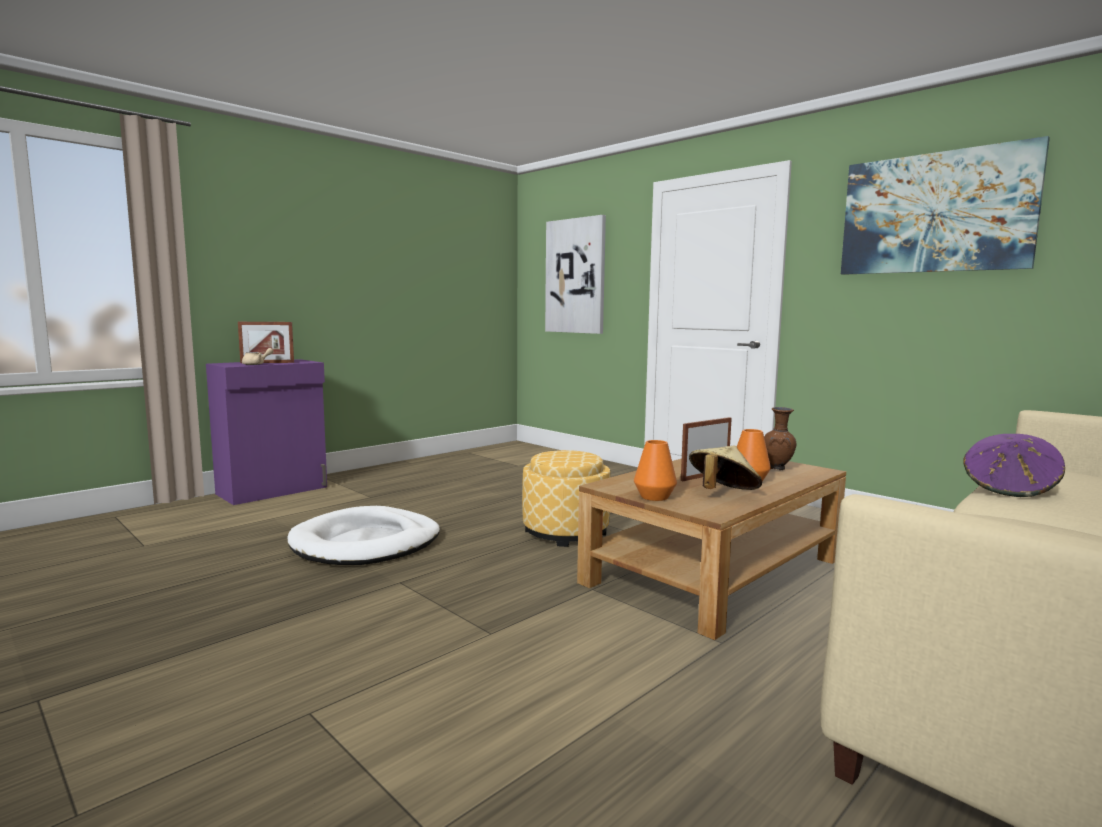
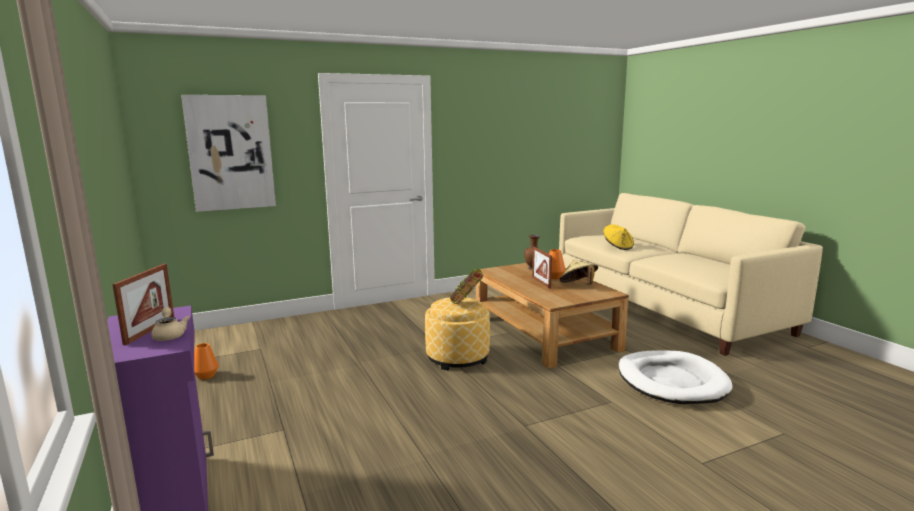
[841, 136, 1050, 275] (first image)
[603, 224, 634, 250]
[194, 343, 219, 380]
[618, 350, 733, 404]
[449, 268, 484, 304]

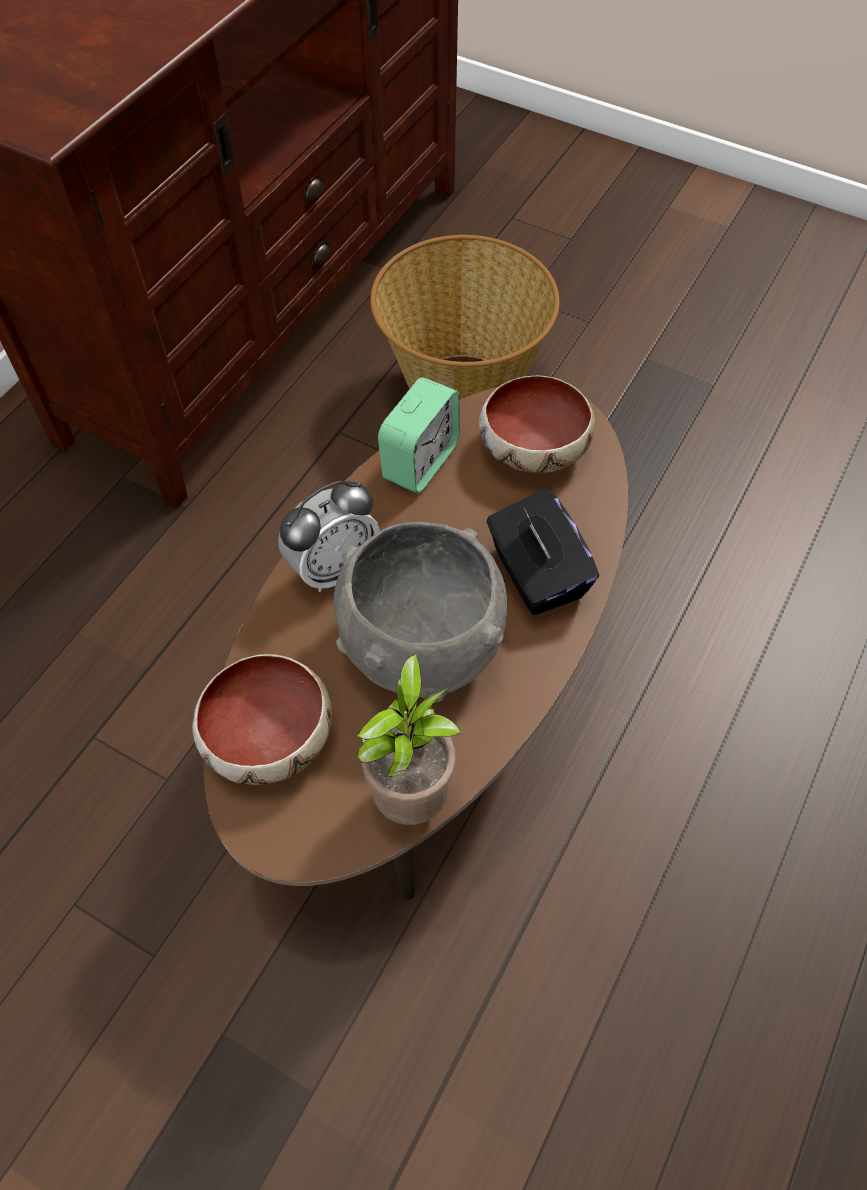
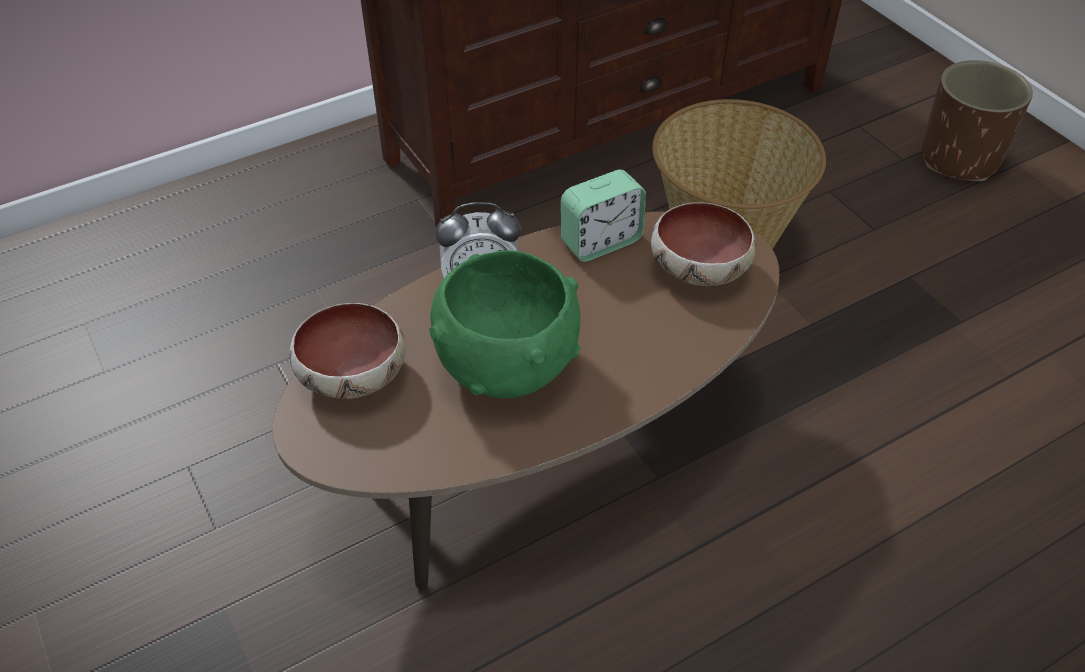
[486, 488, 599, 615] (first image)
[429, 250, 581, 398]
[356, 654, 462, 825] (first image)
[921, 60, 1033, 181]

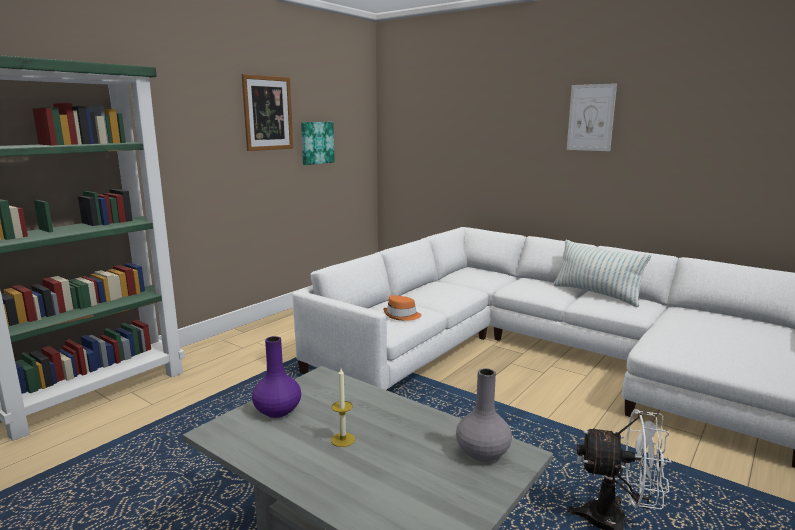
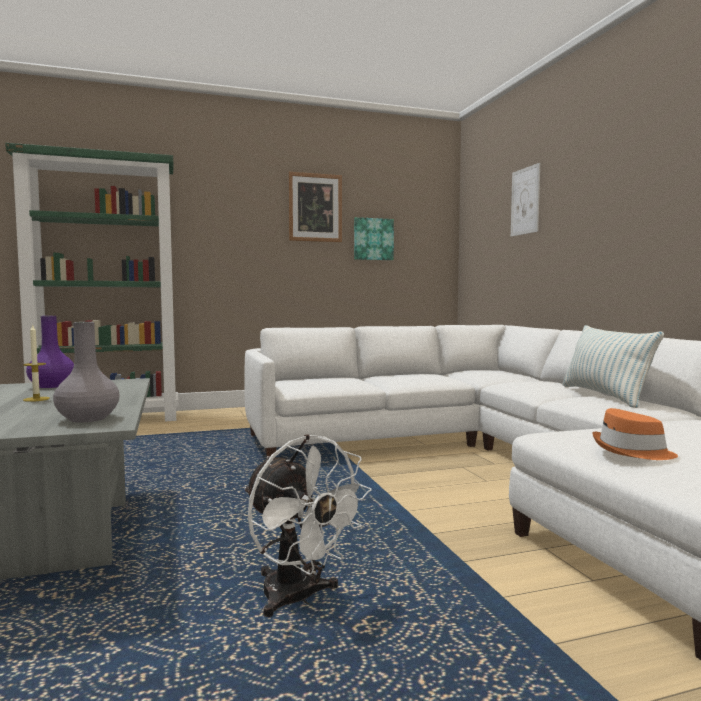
[511, 163, 540, 237]
[593, 408, 678, 460]

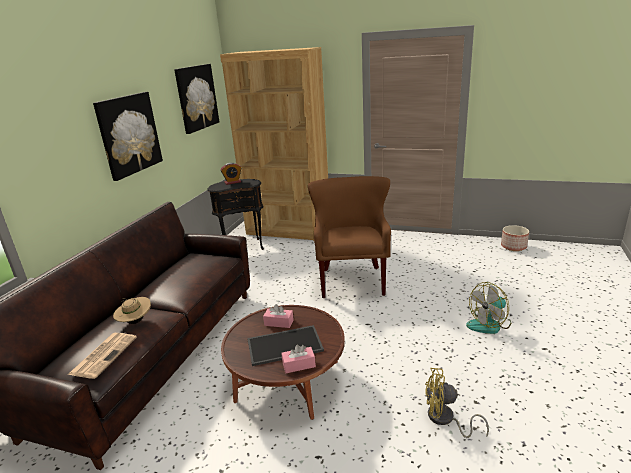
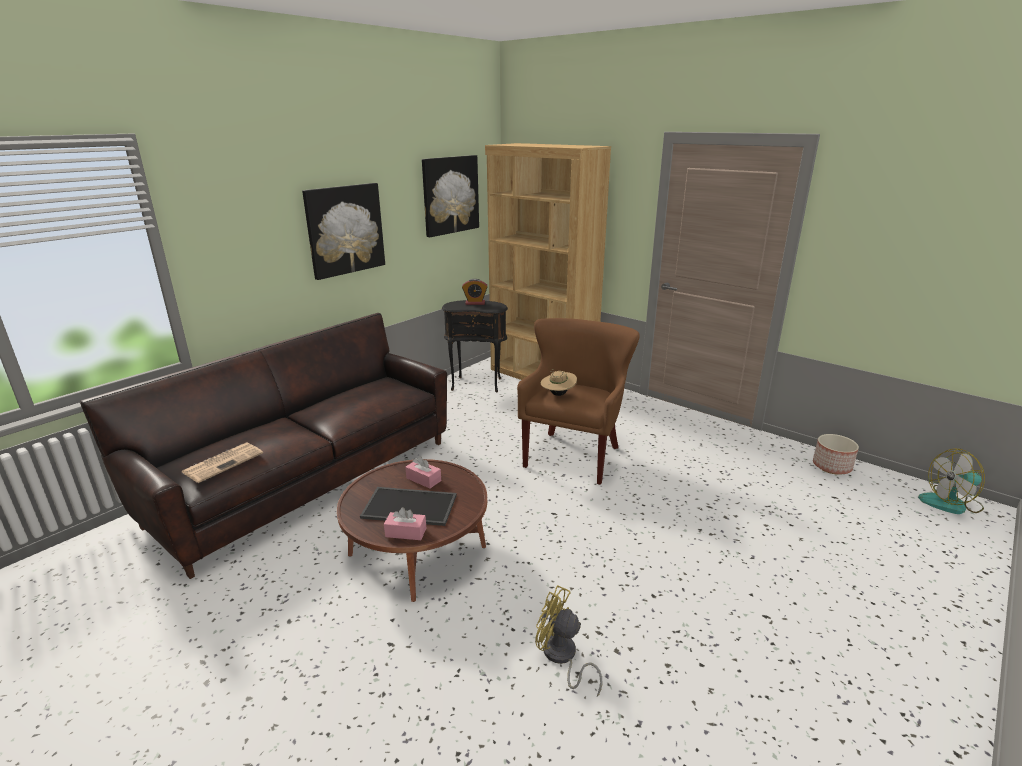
[918, 449, 985, 514]
[541, 369, 577, 396]

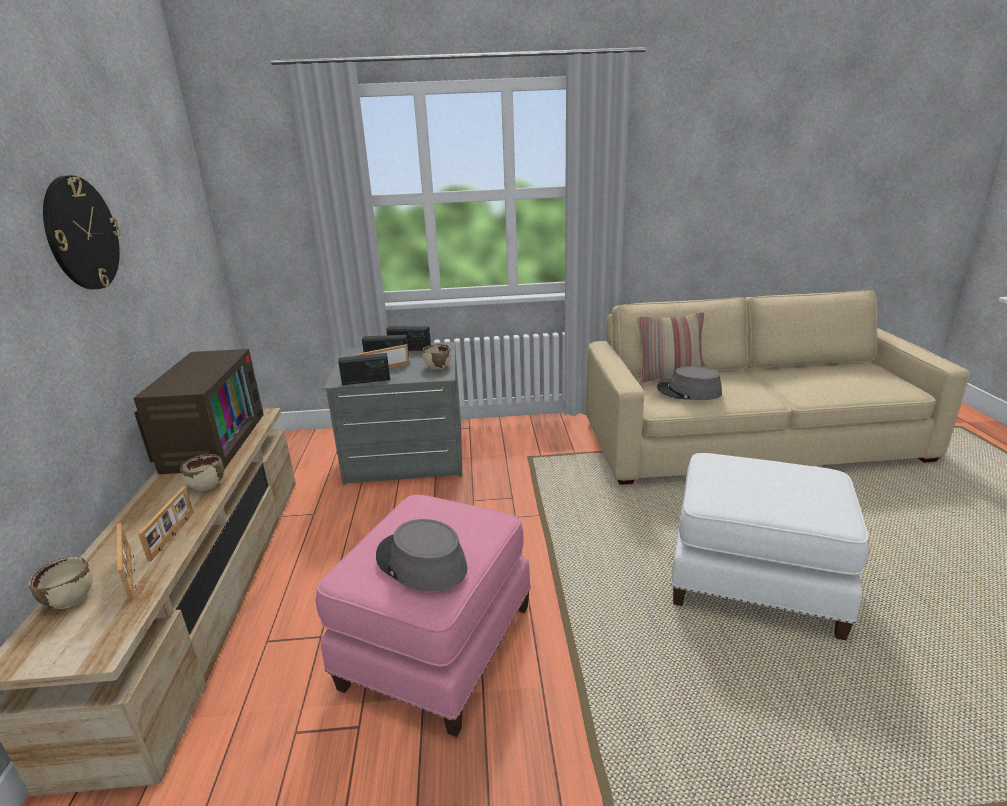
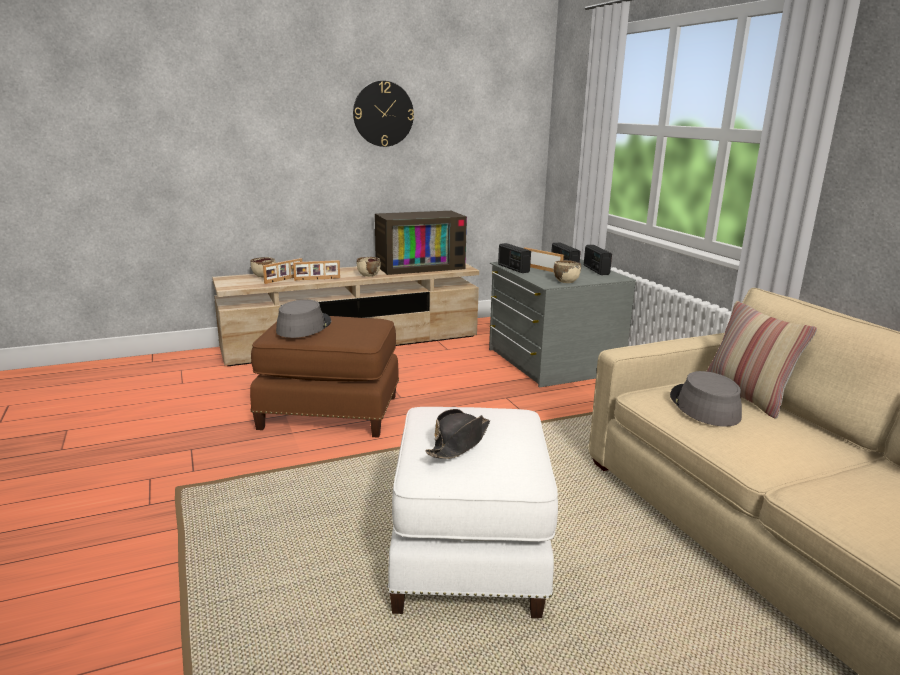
[250, 316, 399, 438]
[425, 409, 490, 459]

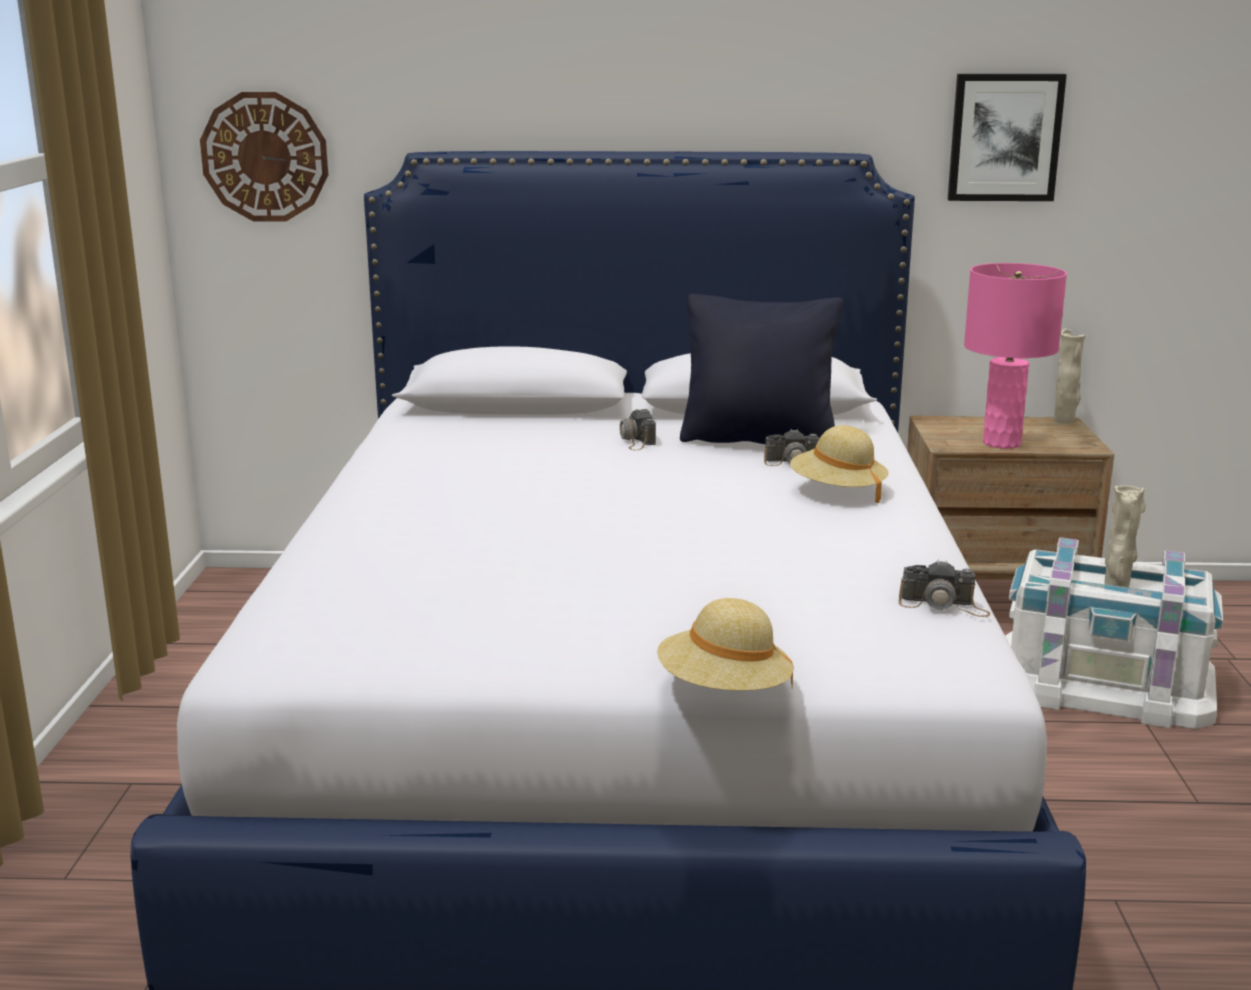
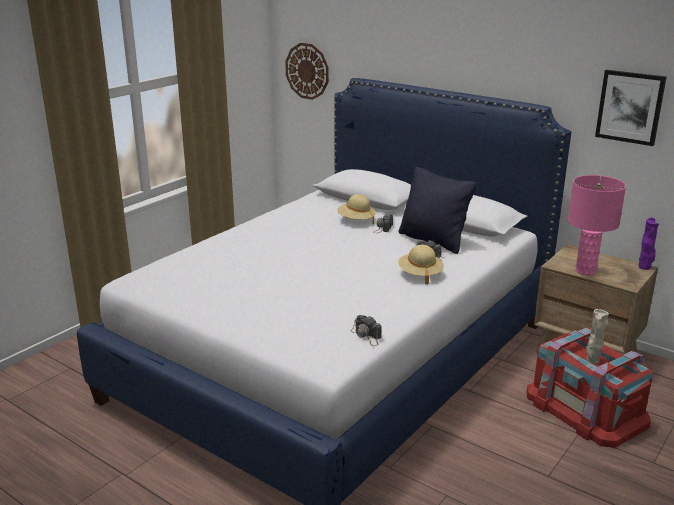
[638, 217, 659, 270]
[527, 328, 653, 448]
[337, 194, 376, 224]

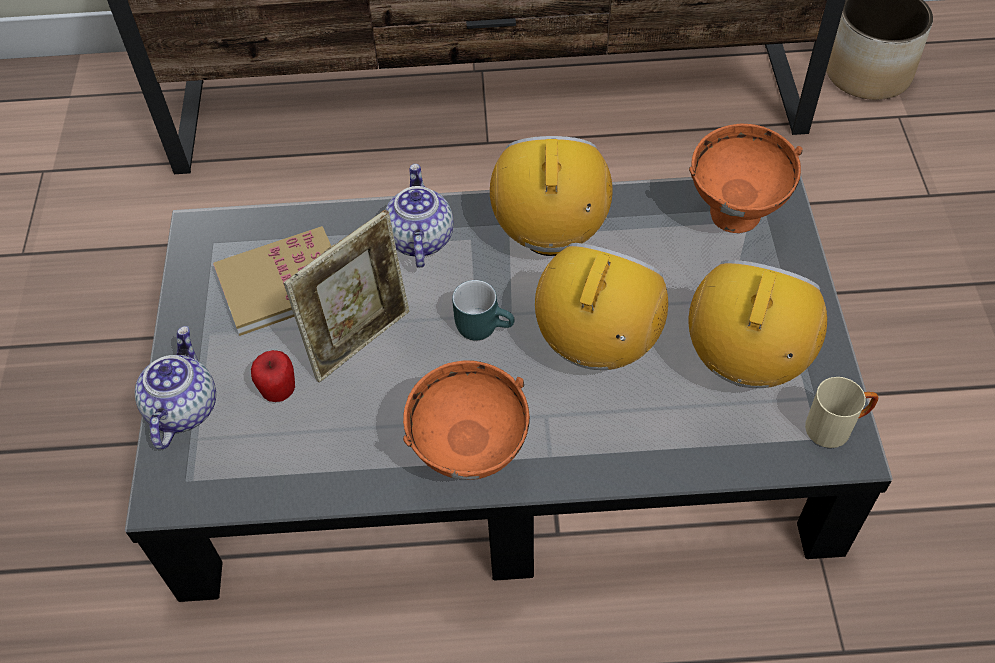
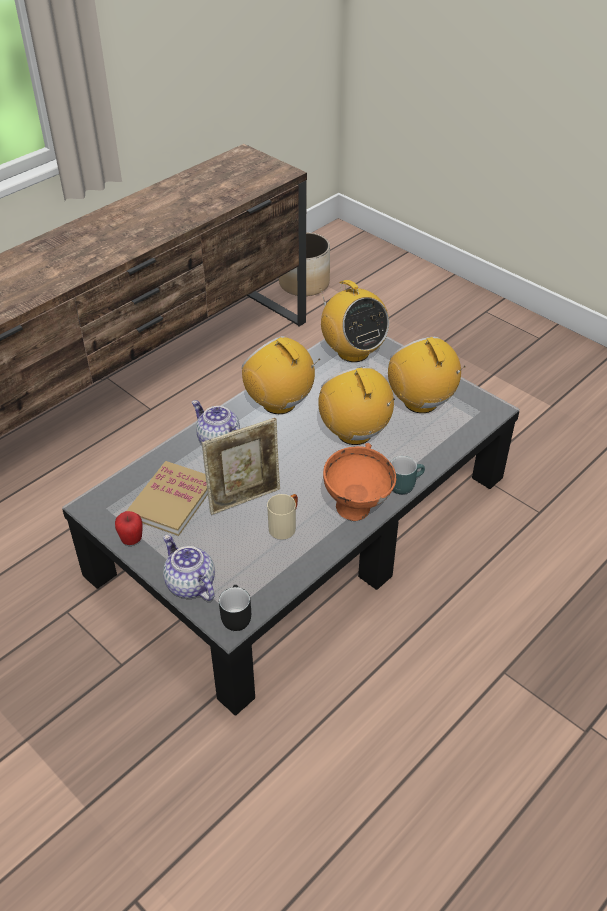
[321, 280, 389, 362]
[202, 418, 280, 515]
[390, 456, 425, 494]
[115, 511, 142, 545]
[267, 494, 298, 540]
[219, 585, 251, 631]

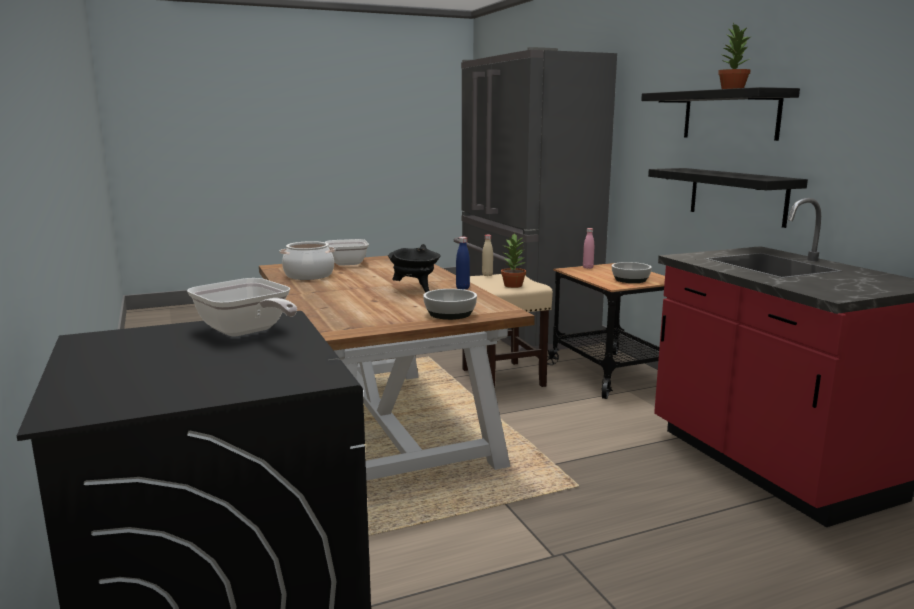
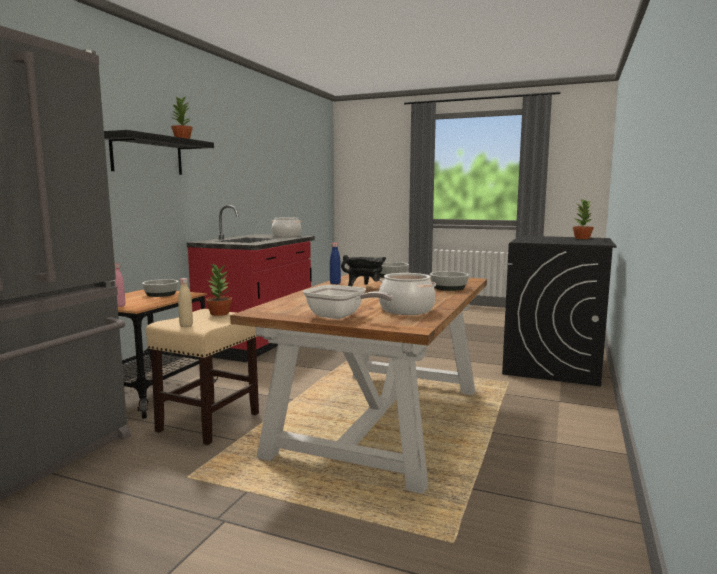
[648, 168, 808, 228] (first image)
[187, 278, 297, 336] (first image)
[573, 198, 594, 239]
[271, 217, 302, 237]
[430, 271, 469, 291]

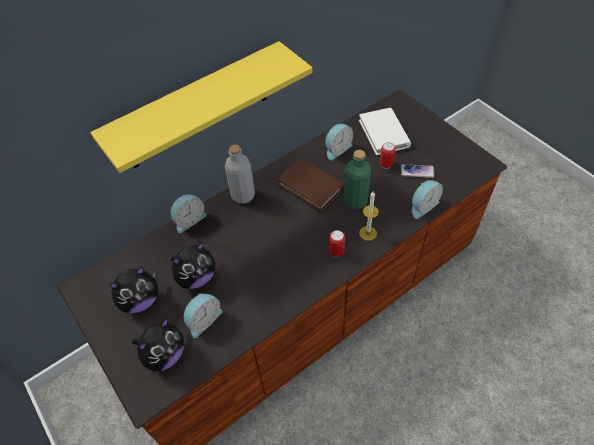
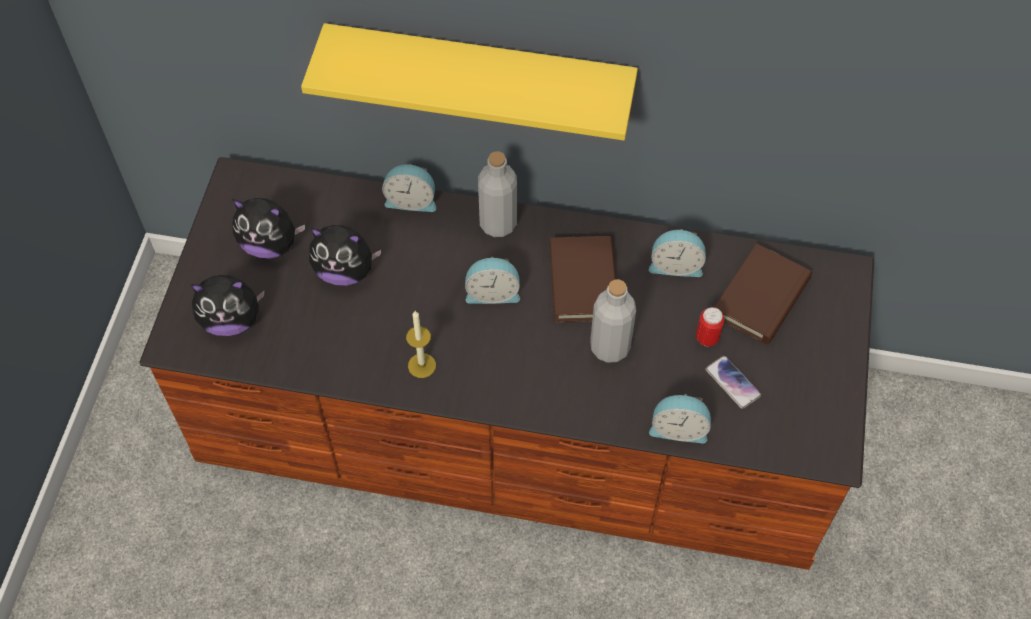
[715, 243, 812, 344]
[590, 279, 636, 363]
[406, 311, 436, 378]
[329, 230, 345, 257] (first image)
[465, 257, 520, 304]

